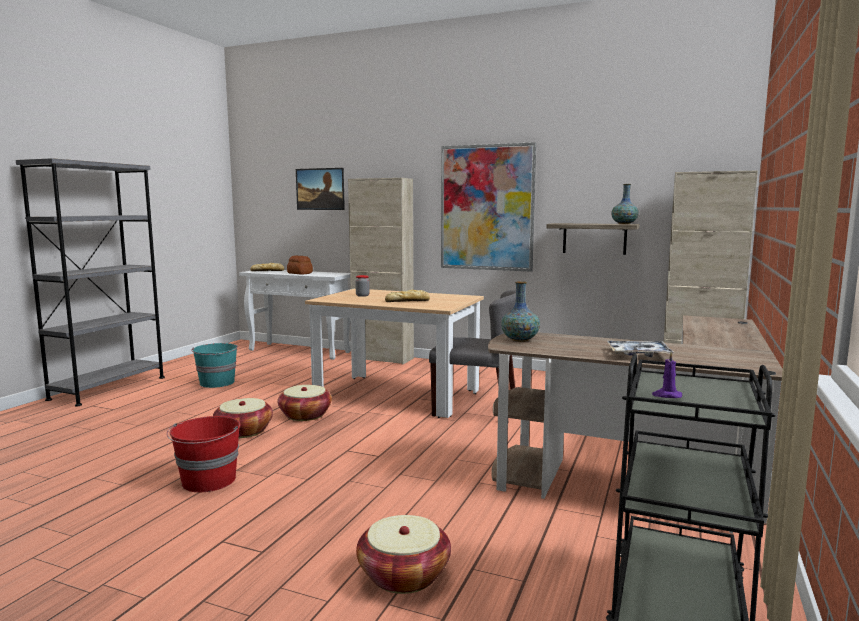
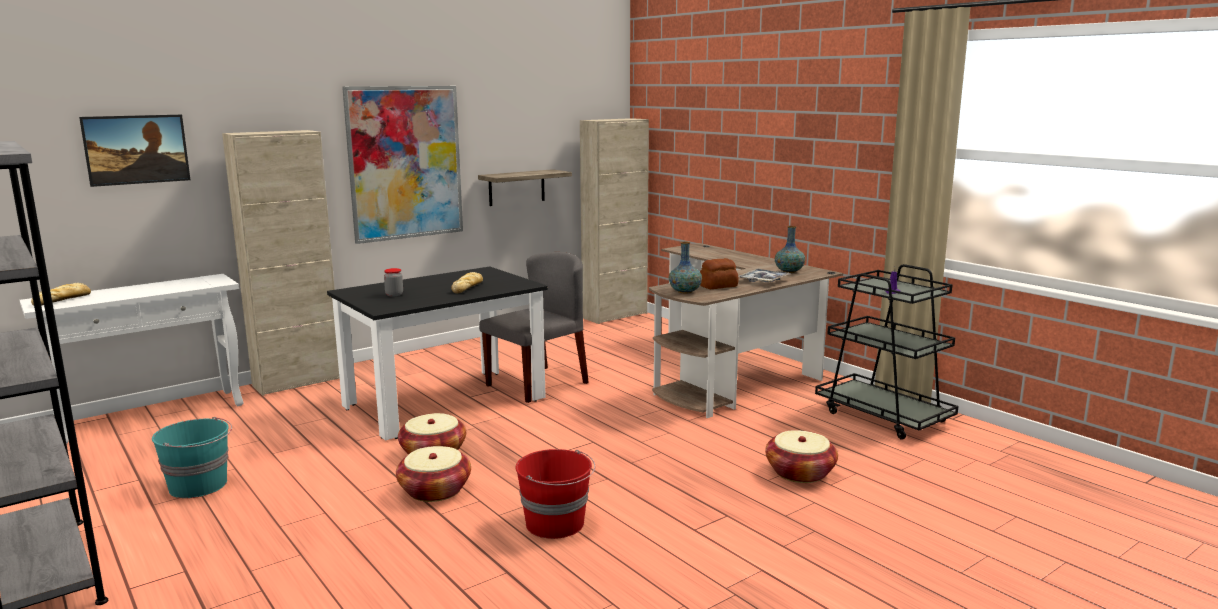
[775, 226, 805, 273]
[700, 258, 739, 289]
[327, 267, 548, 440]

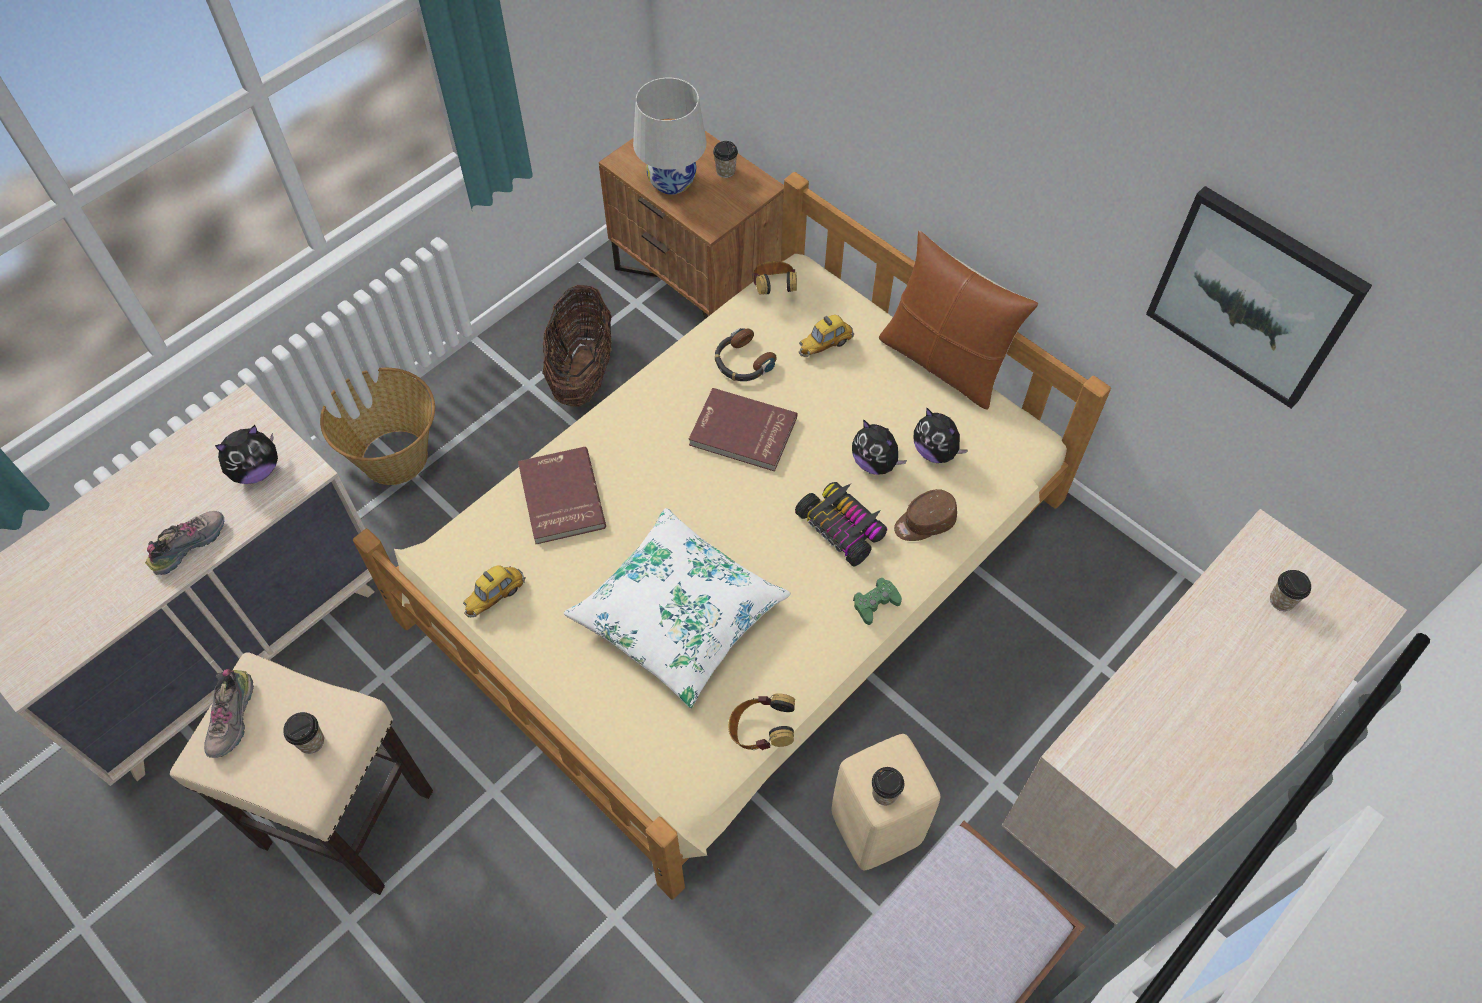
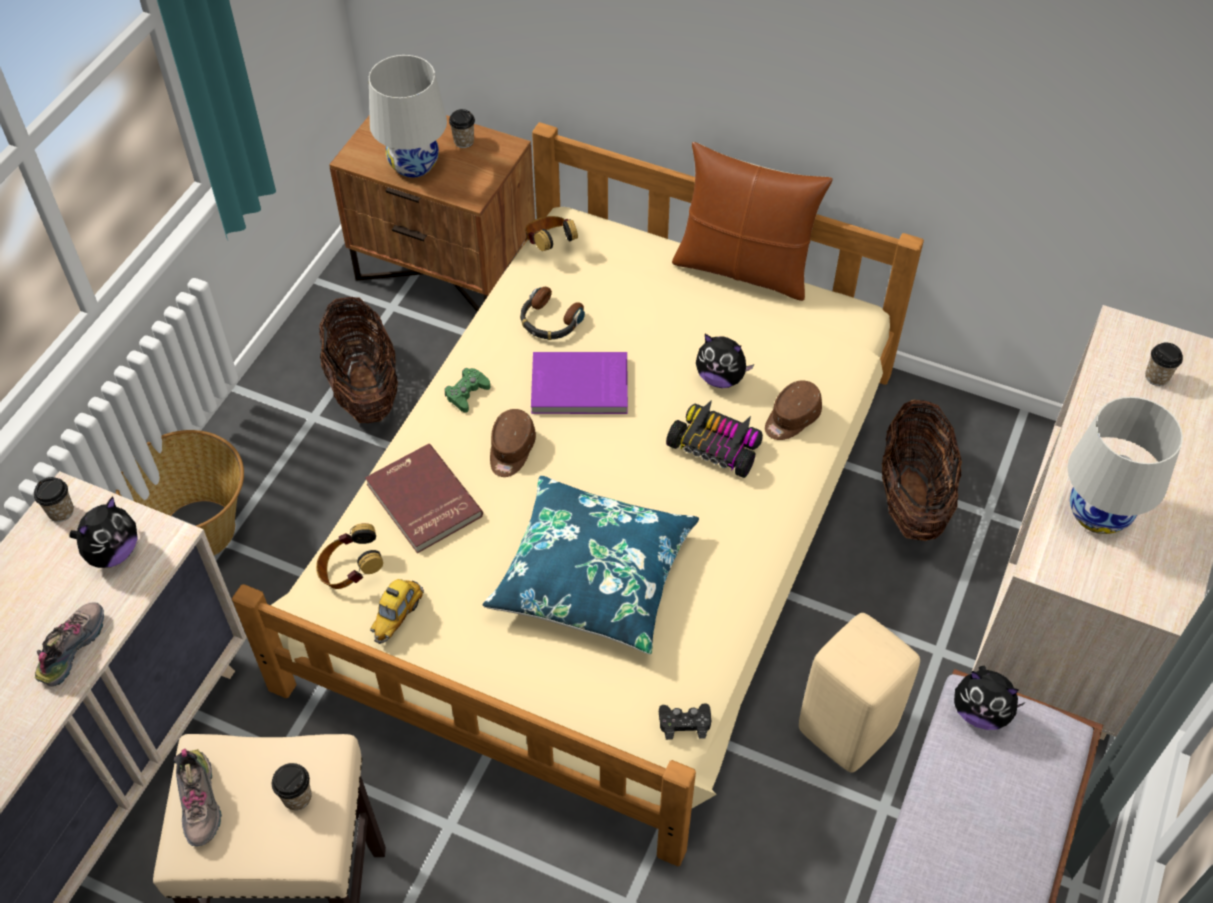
[1146, 186, 1372, 409] (first image)
[799, 315, 855, 357] (first image)
[531, 352, 628, 414]
[954, 666, 1026, 730]
[483, 476, 699, 654]
[445, 368, 490, 413]
[316, 523, 383, 589]
[34, 477, 74, 522]
[1068, 397, 1183, 534]
[882, 400, 962, 541]
[490, 409, 536, 477]
[659, 703, 711, 740]

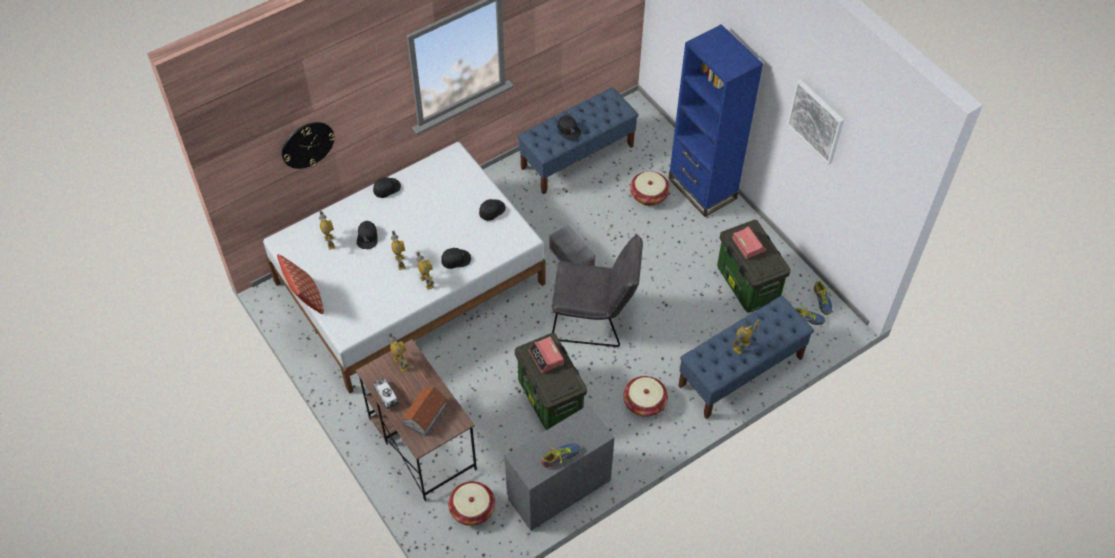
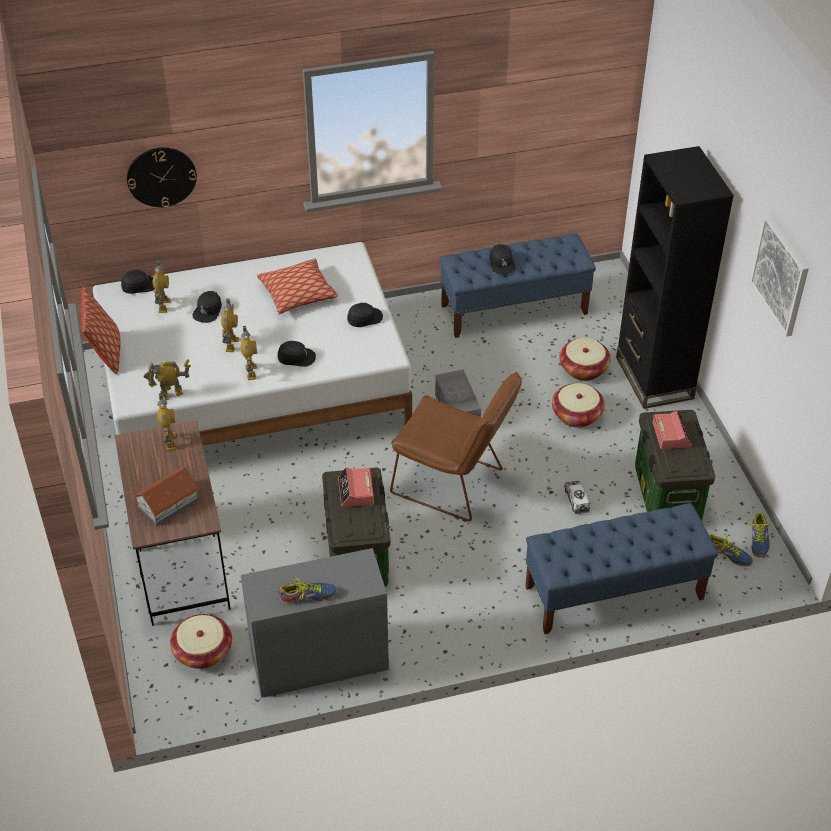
[616, 146, 734, 409]
[121, 270, 154, 294]
[390, 372, 522, 521]
[144, 359, 191, 400]
[552, 383, 605, 428]
[564, 481, 590, 514]
[257, 259, 338, 314]

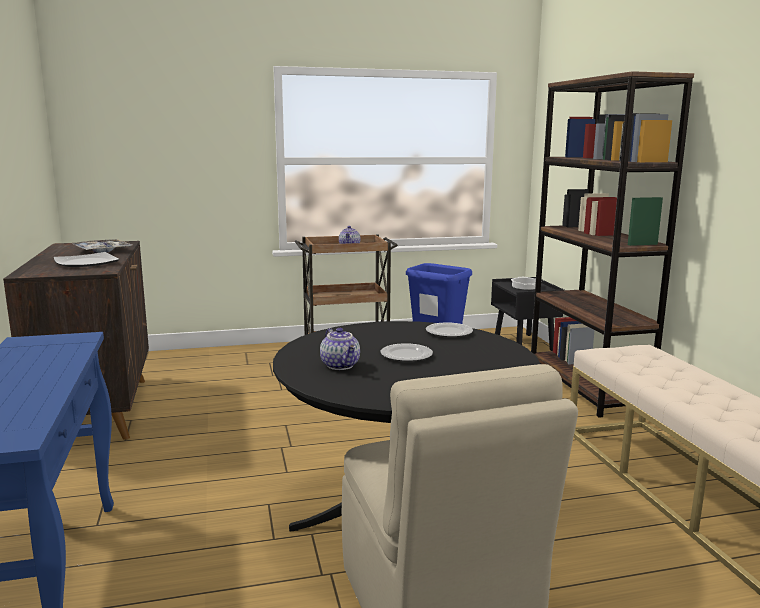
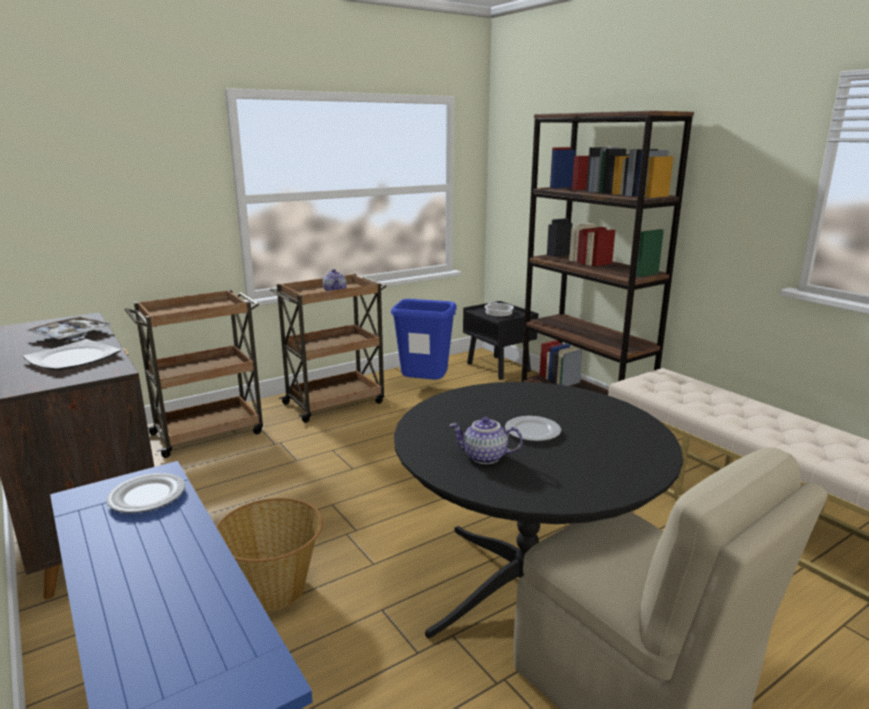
[106, 473, 185, 513]
[450, 417, 523, 464]
[125, 290, 263, 458]
[216, 498, 323, 611]

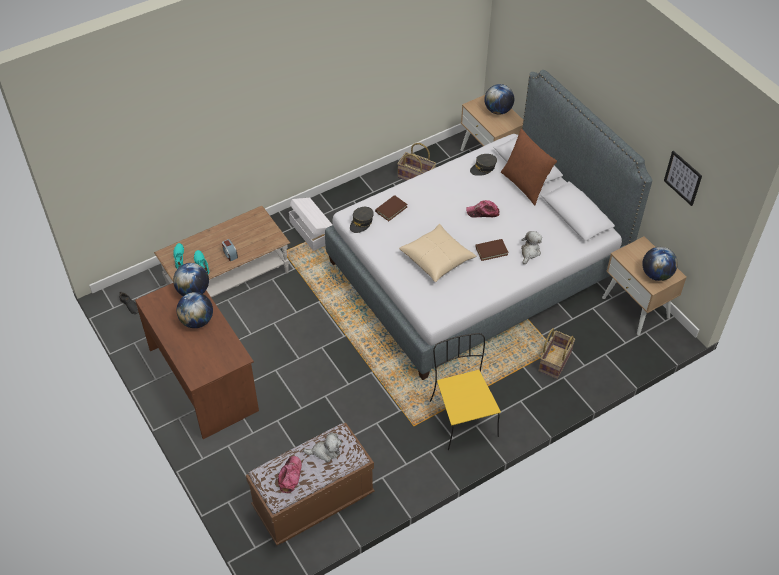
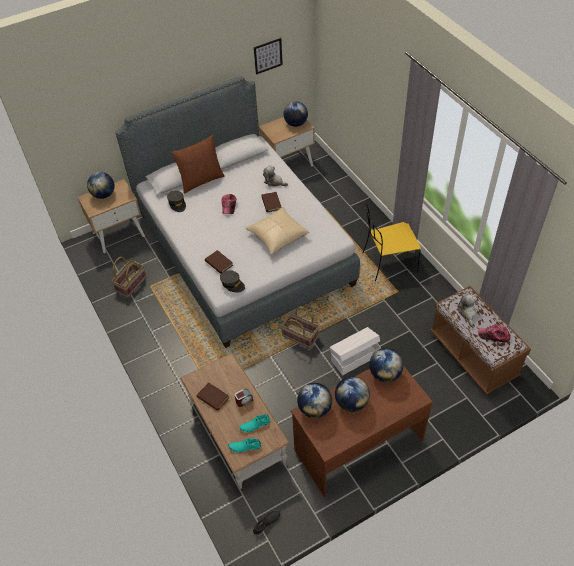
[330, 327, 381, 376]
[281, 307, 319, 349]
[369, 348, 404, 382]
[197, 382, 229, 411]

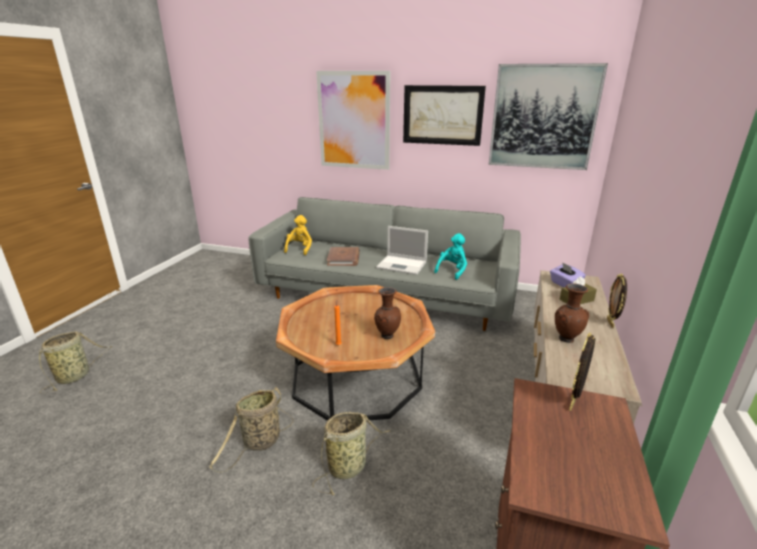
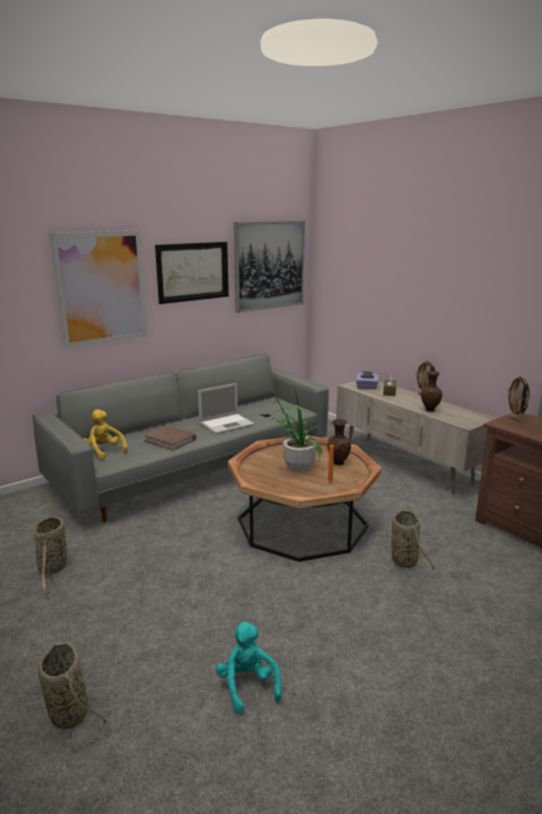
[216, 621, 281, 713]
[33, 514, 67, 593]
[258, 385, 323, 471]

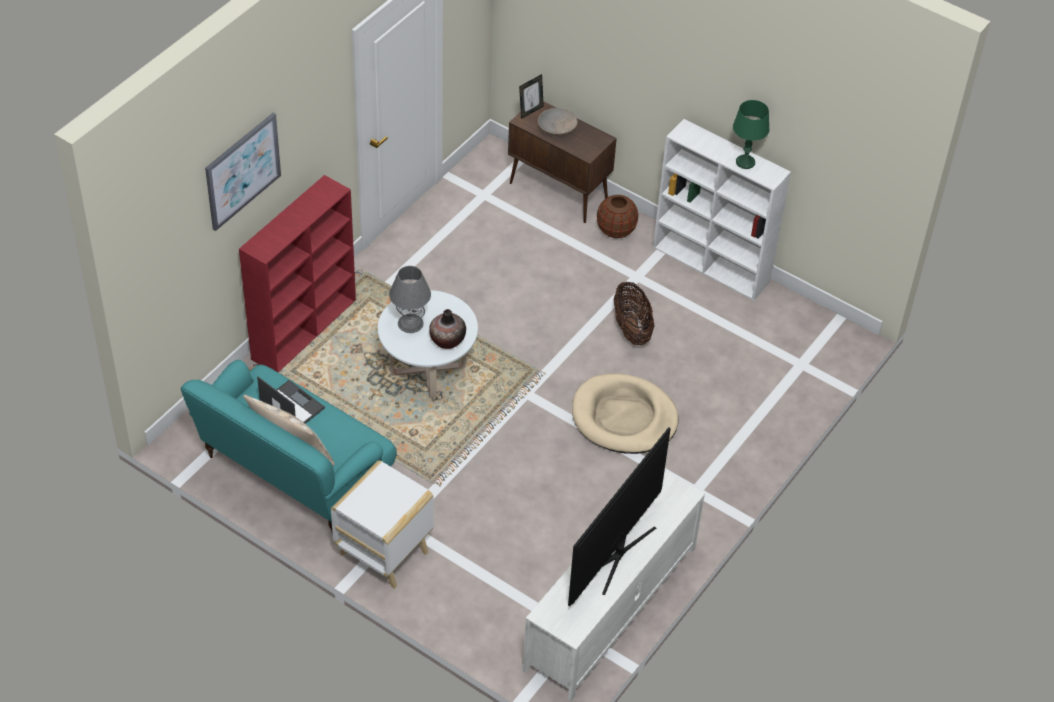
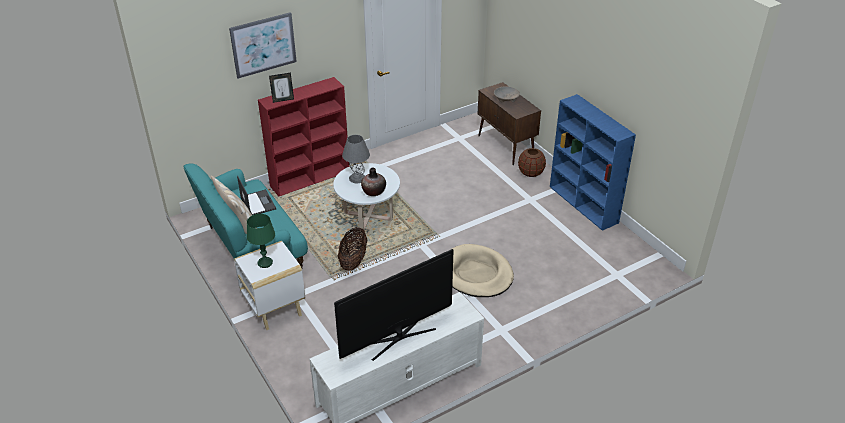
[269, 73, 294, 103]
[246, 214, 275, 268]
[550, 94, 636, 231]
[338, 227, 368, 271]

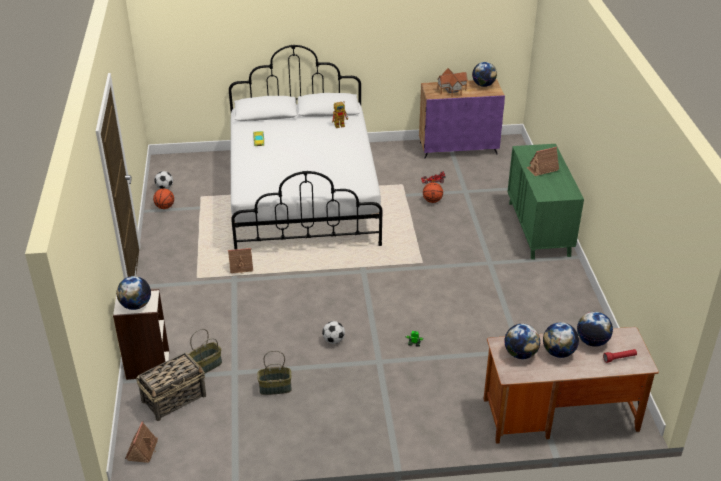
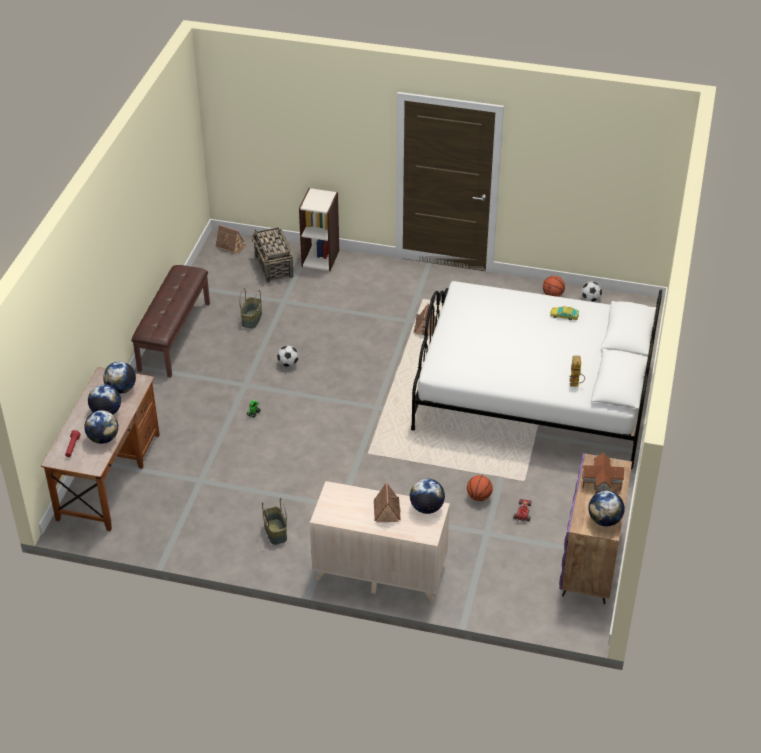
[310, 481, 450, 603]
[410, 479, 445, 514]
[262, 498, 287, 545]
[131, 265, 210, 377]

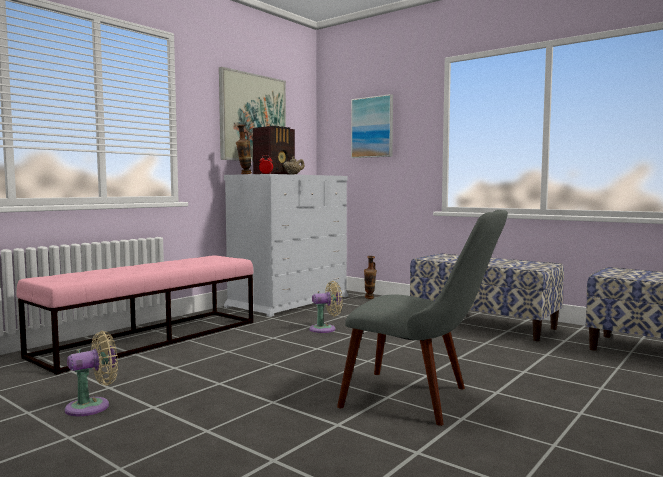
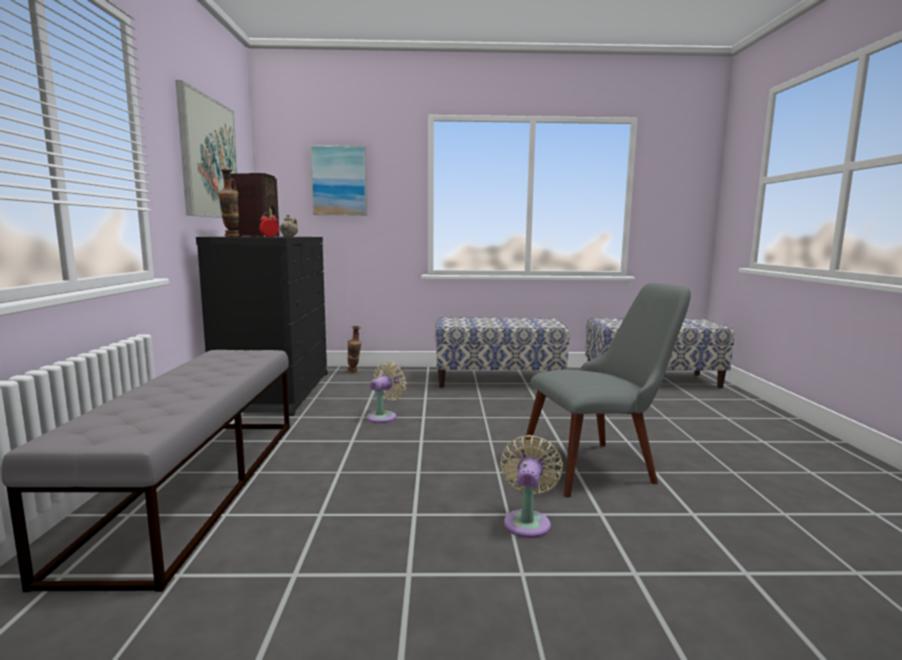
[196, 236, 328, 416]
[1, 350, 290, 592]
[500, 435, 563, 538]

